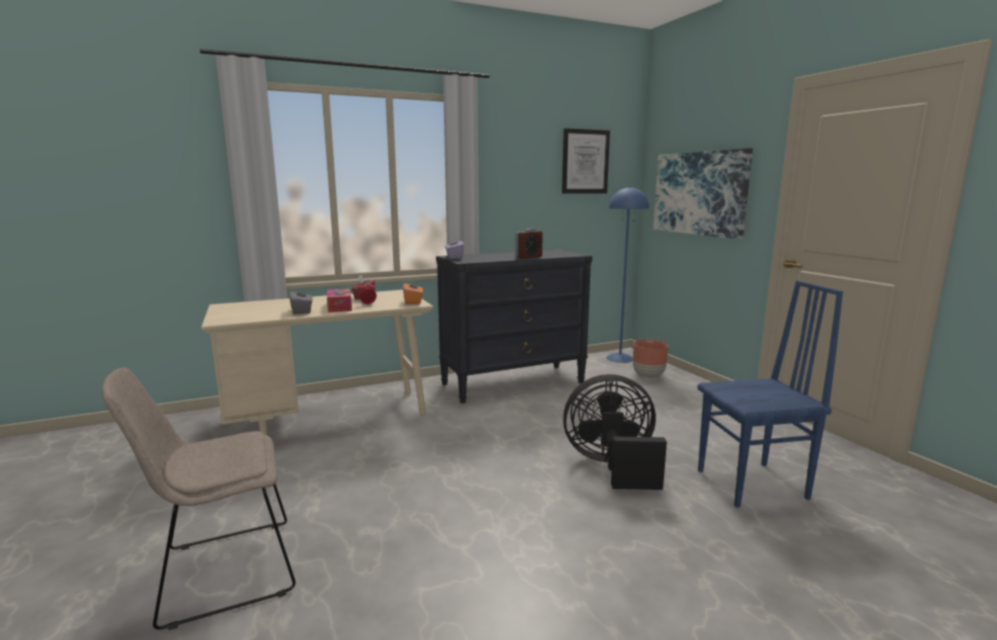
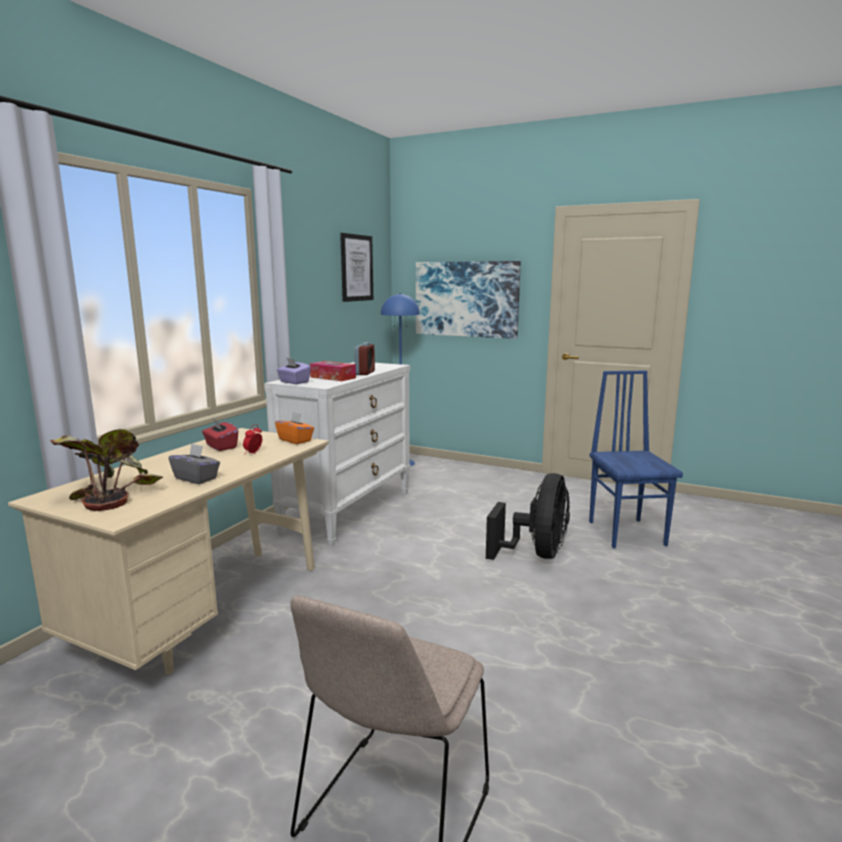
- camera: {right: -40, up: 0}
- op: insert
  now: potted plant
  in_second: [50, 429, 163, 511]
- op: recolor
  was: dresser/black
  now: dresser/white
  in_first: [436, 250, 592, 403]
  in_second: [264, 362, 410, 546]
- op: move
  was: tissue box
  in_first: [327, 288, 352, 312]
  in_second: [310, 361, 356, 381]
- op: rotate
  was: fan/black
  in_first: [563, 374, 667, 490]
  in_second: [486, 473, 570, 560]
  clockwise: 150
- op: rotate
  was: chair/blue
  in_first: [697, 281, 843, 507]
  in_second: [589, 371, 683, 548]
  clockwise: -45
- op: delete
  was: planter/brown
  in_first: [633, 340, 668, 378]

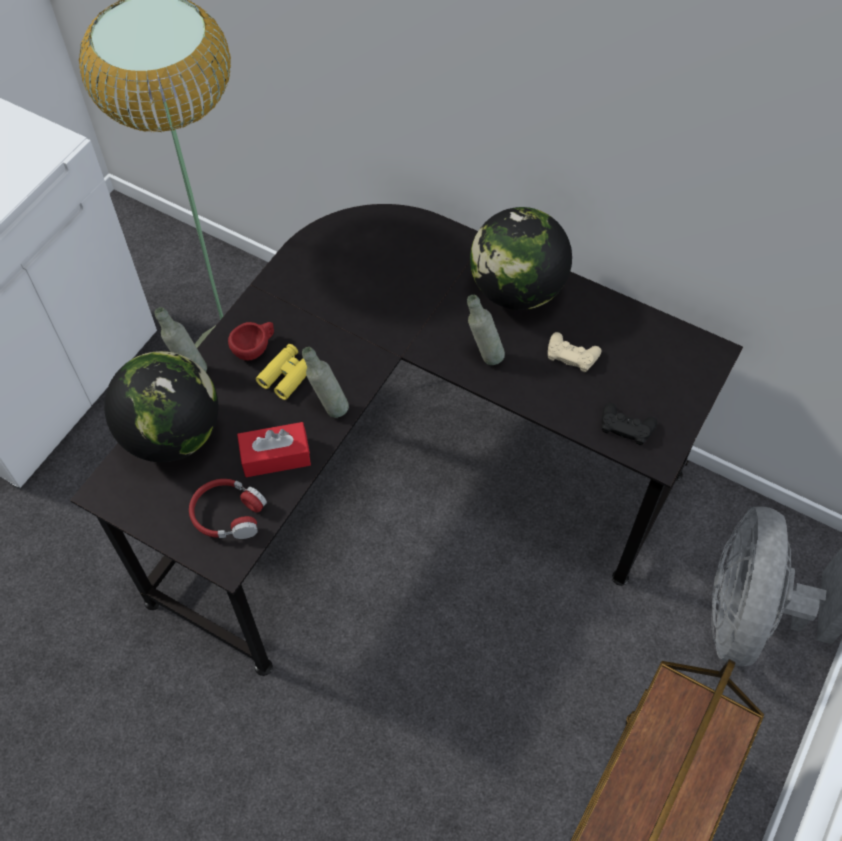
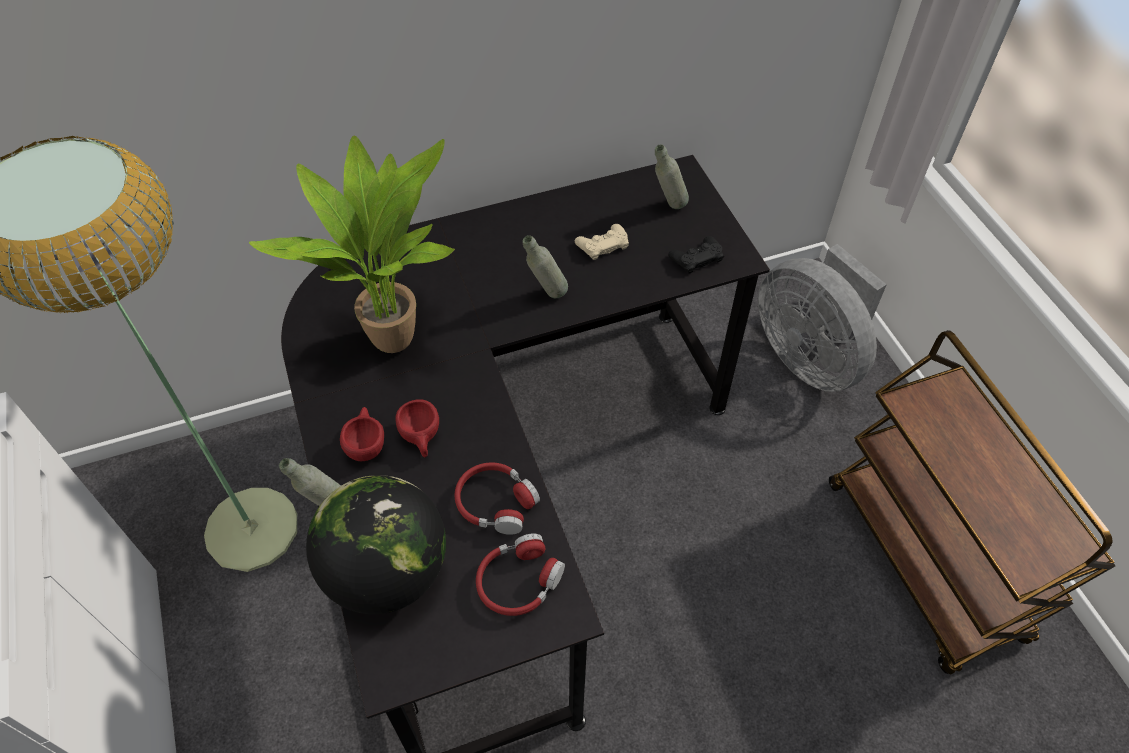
- camera: {right: -50, up: -5}
- op: insert
  now: potted plant
  in_second: [249, 136, 455, 353]
- op: replace
  was: binoculars/yellow
  now: cup/red
  in_first: [256, 344, 307, 400]
  in_second: [395, 399, 439, 457]
- op: replace
  was: tissue box/red
  now: headphones/red
  in_first: [237, 422, 311, 477]
  in_second: [455, 463, 540, 535]
- op: move
  was: bottle/grey
  in_first: [302, 347, 349, 418]
  in_second: [655, 144, 689, 209]
- op: delete
  was: globe
  in_first: [470, 207, 572, 310]

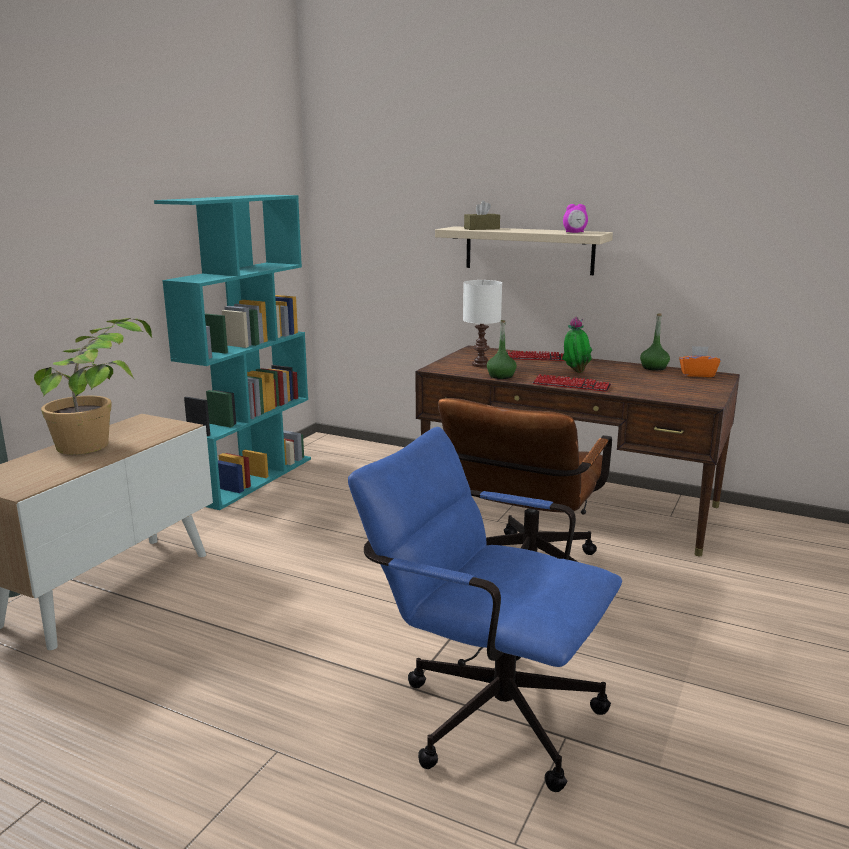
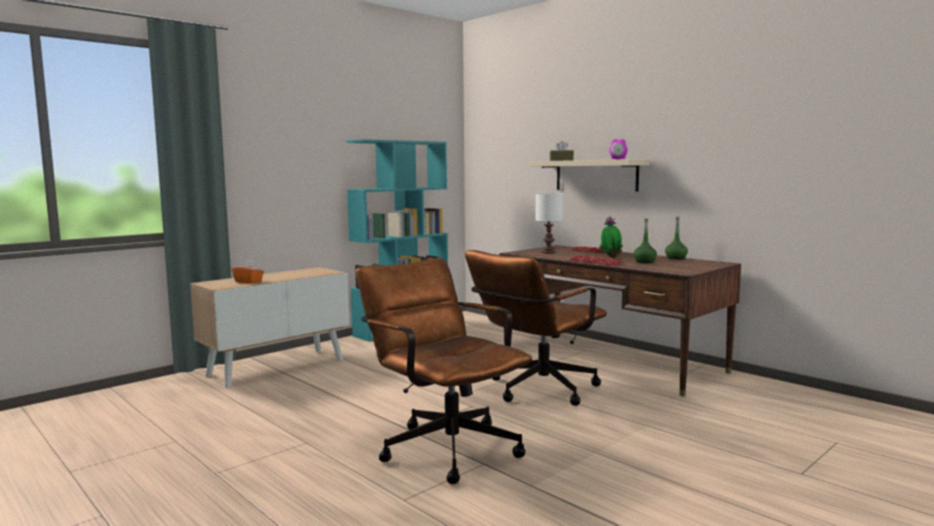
- camera: {right: 20, up: -10}
- op: move
  was: tissue box/orange
  in_first: [679, 346, 720, 377]
  in_second: [232, 260, 264, 284]
- op: recolor
  was: office chair/blue
  now: office chair/brown
  in_first: [348, 427, 622, 792]
  in_second: [355, 258, 532, 484]
- op: move
  was: bottle/green
  in_first: [487, 320, 517, 379]
  in_second: [633, 218, 657, 263]
- op: delete
  was: potted plant
  in_first: [34, 318, 152, 455]

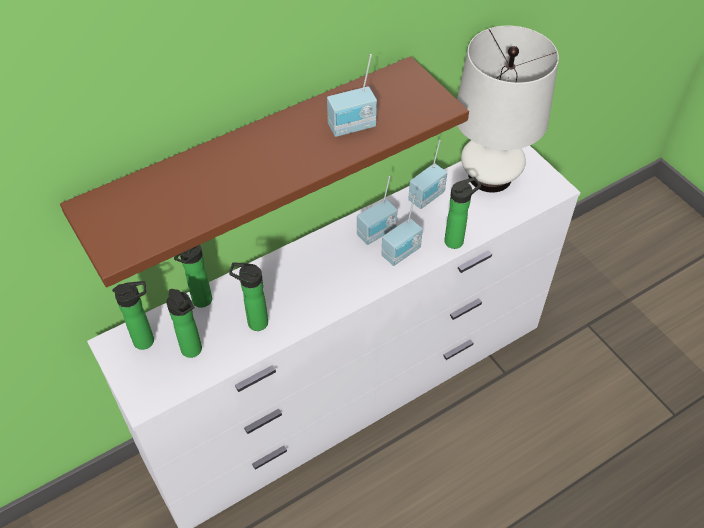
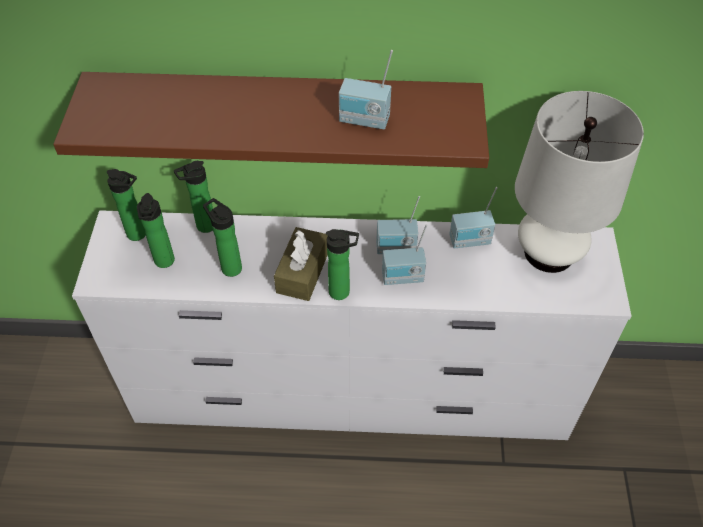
- camera: {right: 35, up: 0}
- op: insert
  now: tissue box/brown
  in_second: [274, 227, 328, 301]
- op: move
  was: bottle
  in_first: [444, 177, 481, 249]
  in_second: [326, 229, 359, 300]

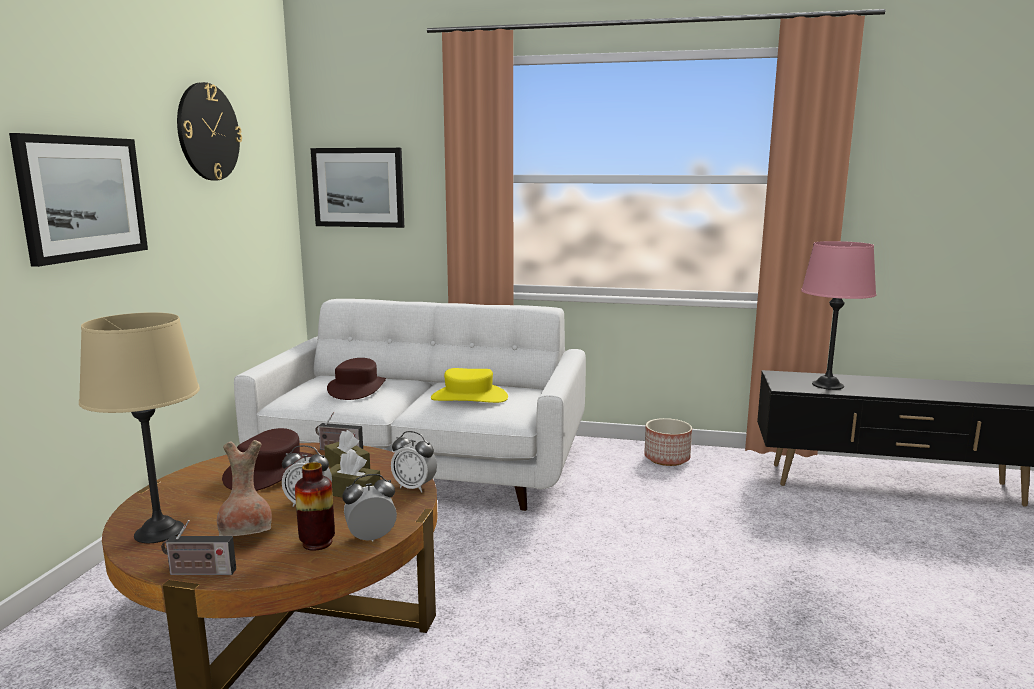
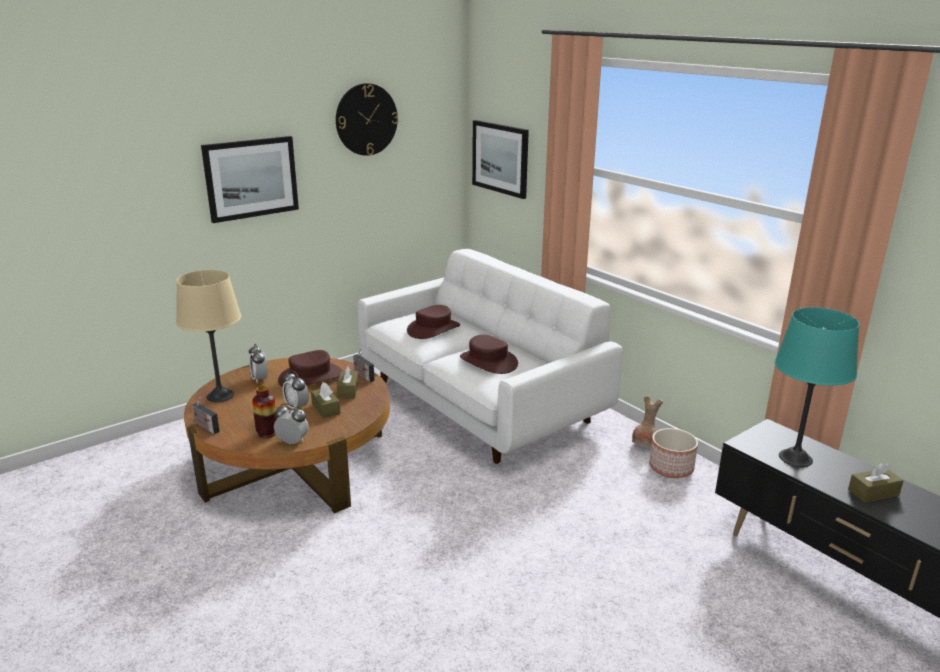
- camera: {right: 40, up: 10}
- op: move
  was: alarm clock
  in_first: [391, 431, 437, 493]
  in_second: [249, 344, 268, 383]
- op: recolor
  was: hat/yellow
  now: hat/brown
  in_first: [431, 368, 508, 403]
  in_second: [460, 334, 518, 374]
- op: move
  was: vase/brown
  in_first: [217, 440, 272, 536]
  in_second: [632, 396, 663, 447]
- op: recolor
  was: table lamp/pink
  now: table lamp/turquoise
  in_first: [801, 241, 876, 390]
  in_second: [775, 307, 859, 467]
- op: insert
  now: tissue box/brown
  in_second: [848, 463, 904, 503]

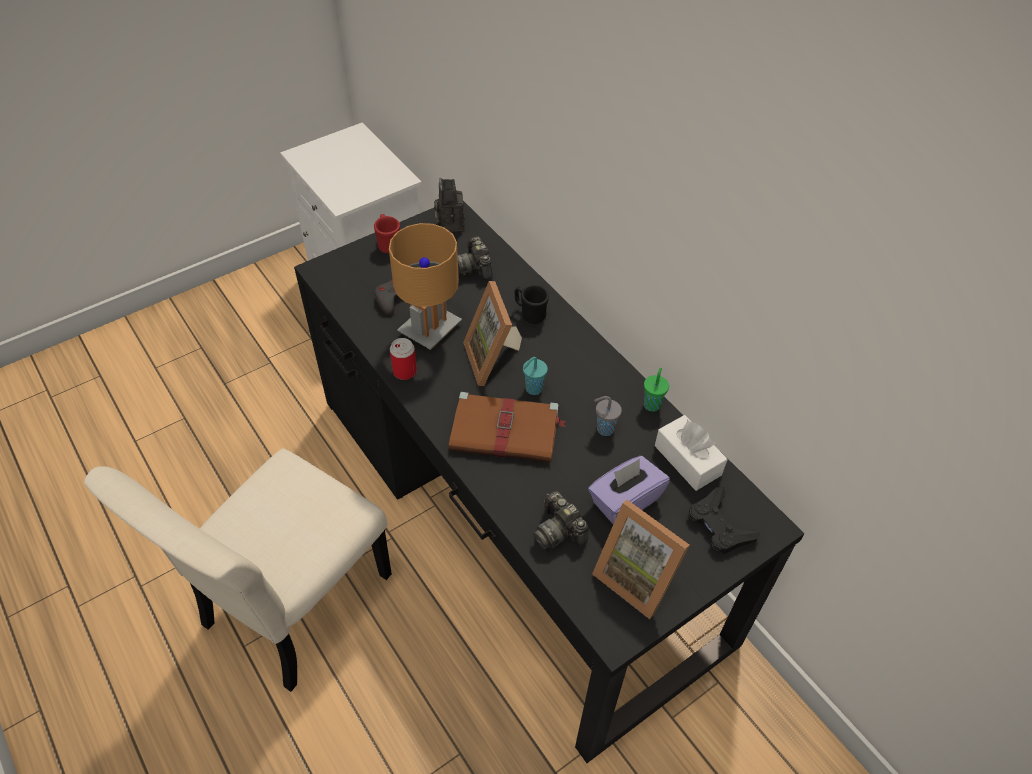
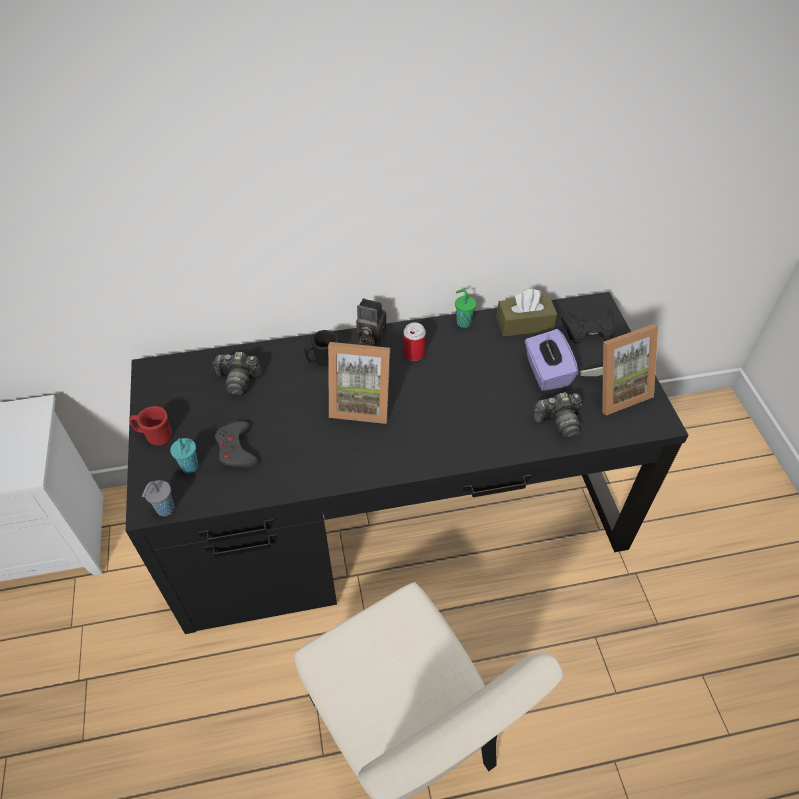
- camera: {right: -65, up: 0}
- op: move
  was: cup/grey
  in_first: [594, 396, 622, 436]
  in_second: [142, 480, 174, 516]
- op: move
  was: cup/turquoise
  in_first: [523, 357, 548, 395]
  in_second: [170, 438, 199, 474]
- op: move
  was: photo camera
  in_first: [434, 178, 465, 232]
  in_second: [356, 298, 387, 347]
- op: move
  was: can
  in_first: [390, 338, 417, 380]
  in_second: [403, 322, 426, 361]
- op: recolor
  was: tissue box/white
  now: tissue box/brown
  in_first: [655, 415, 727, 491]
  in_second: [496, 289, 557, 337]
- op: delete
  was: table lamp/brown
  in_first: [389, 223, 462, 350]
- op: delete
  was: book/brown
  in_first: [448, 392, 566, 463]

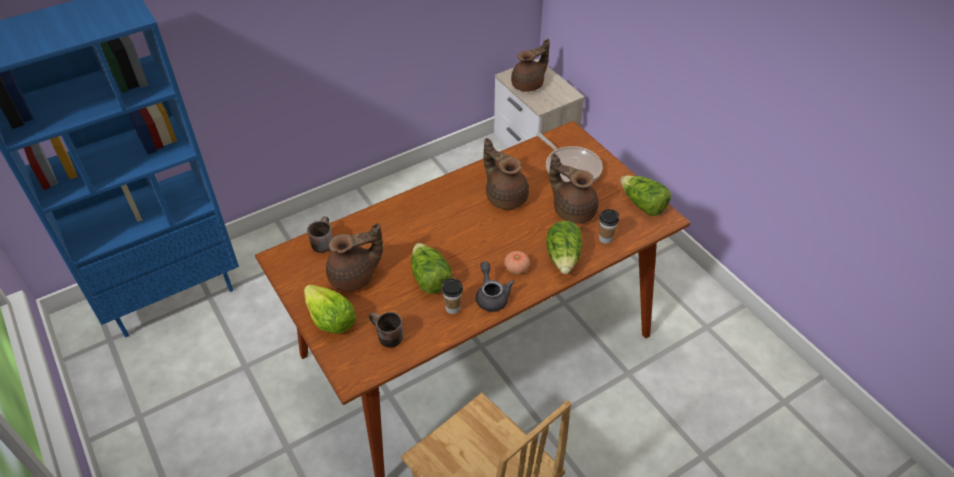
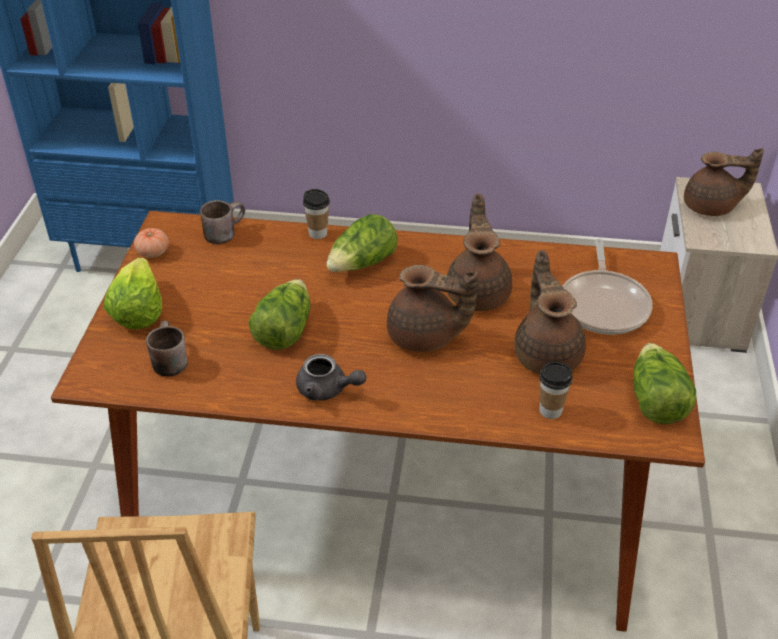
- camera: {right: 40, up: -5}
- op: move
  was: tomato
  in_first: [504, 251, 530, 274]
  in_second: [134, 228, 169, 258]
- op: rotate
  was: teapot/grey
  in_first: [476, 262, 514, 312]
  in_second: [296, 354, 366, 400]
  clockwise: 90
- op: move
  was: cup
  in_first: [442, 278, 463, 314]
  in_second: [303, 189, 330, 239]
- op: move
  was: lettuce
  in_first: [546, 221, 582, 274]
  in_second: [326, 214, 398, 272]
- op: move
  was: teapot/brown
  in_first: [326, 223, 383, 291]
  in_second: [387, 265, 478, 352]

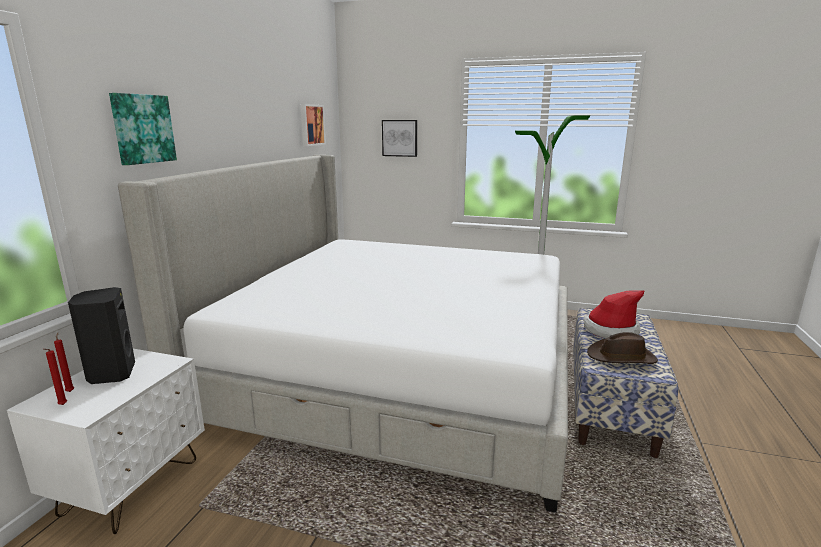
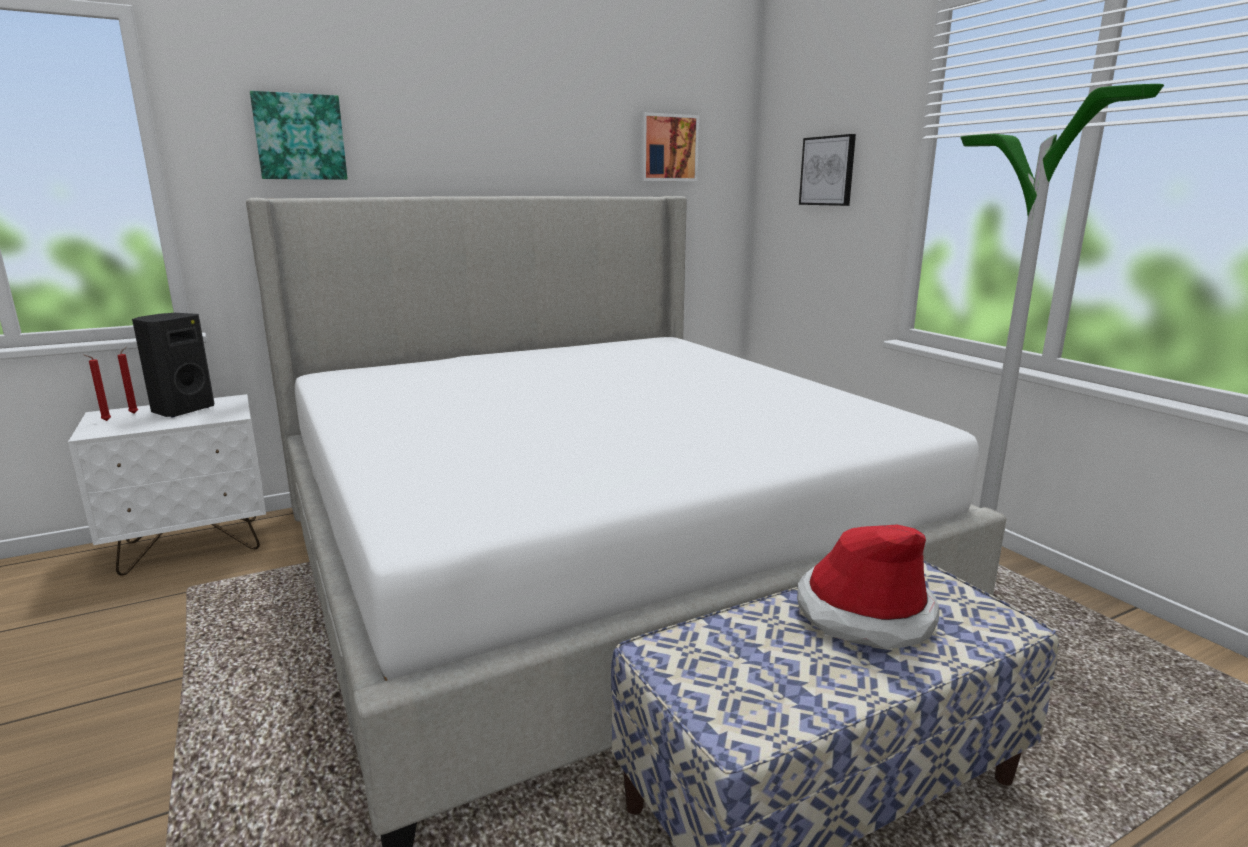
- camera: {right: 45, up: 0}
- op: delete
  was: hat/brown
  in_first: [587, 332, 658, 364]

